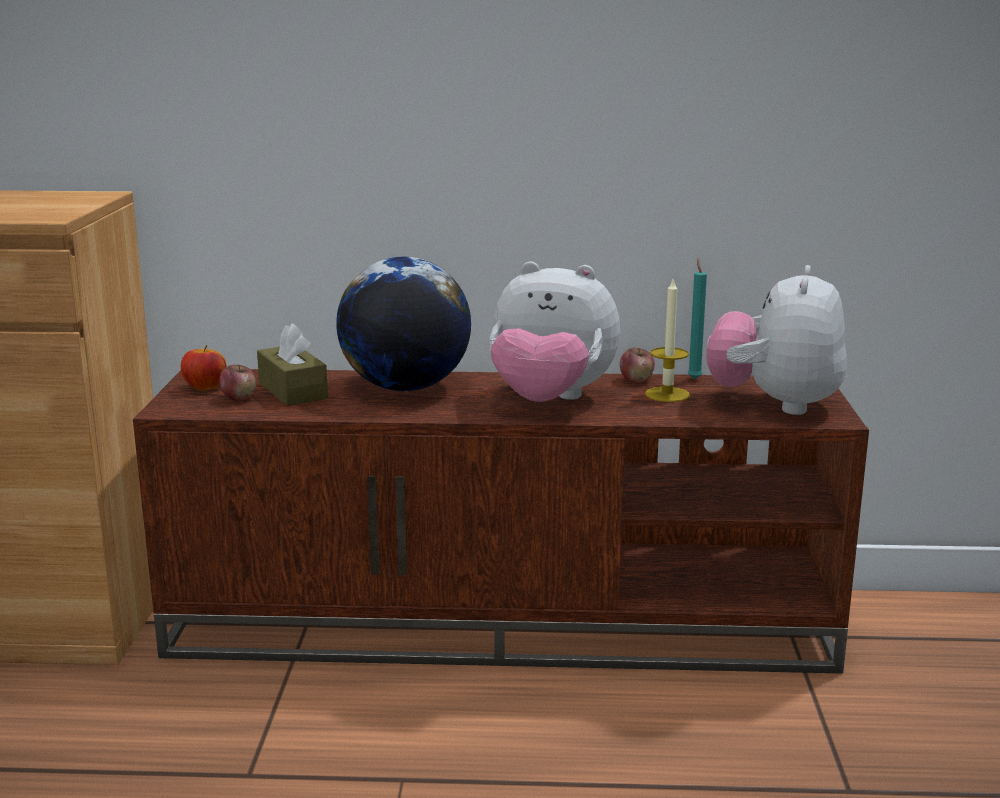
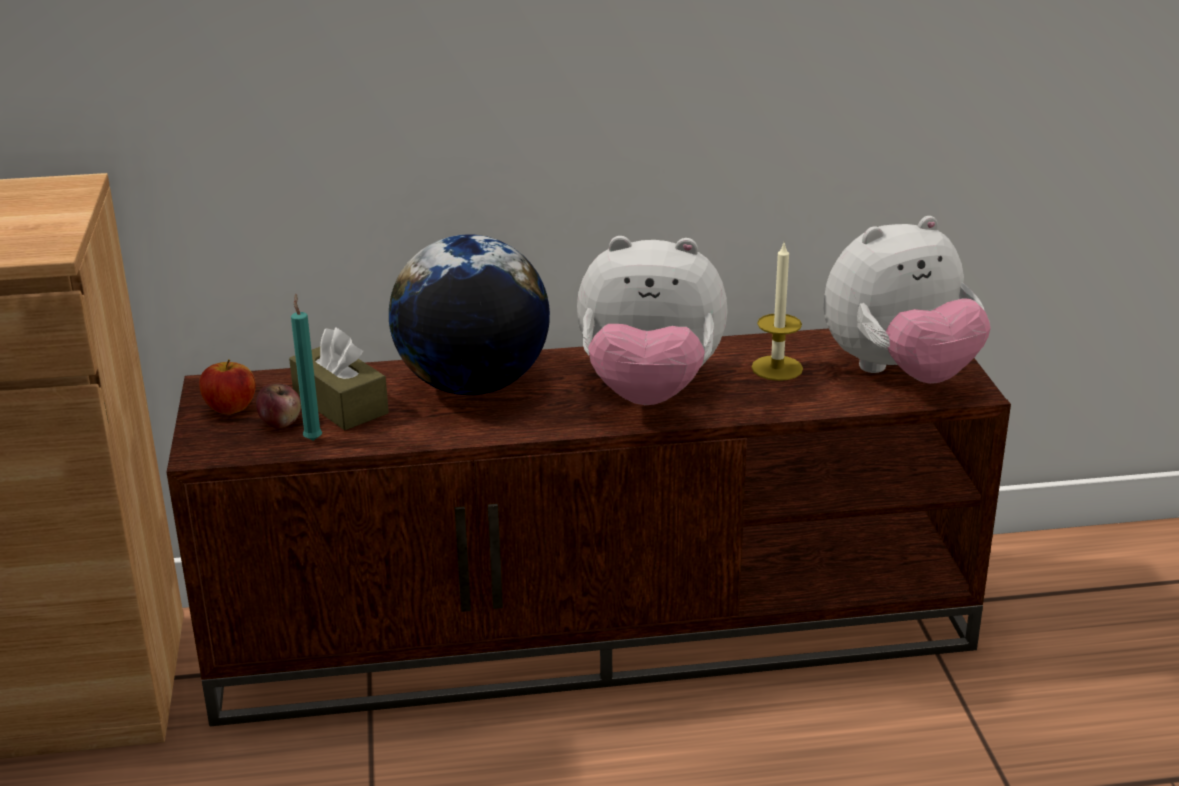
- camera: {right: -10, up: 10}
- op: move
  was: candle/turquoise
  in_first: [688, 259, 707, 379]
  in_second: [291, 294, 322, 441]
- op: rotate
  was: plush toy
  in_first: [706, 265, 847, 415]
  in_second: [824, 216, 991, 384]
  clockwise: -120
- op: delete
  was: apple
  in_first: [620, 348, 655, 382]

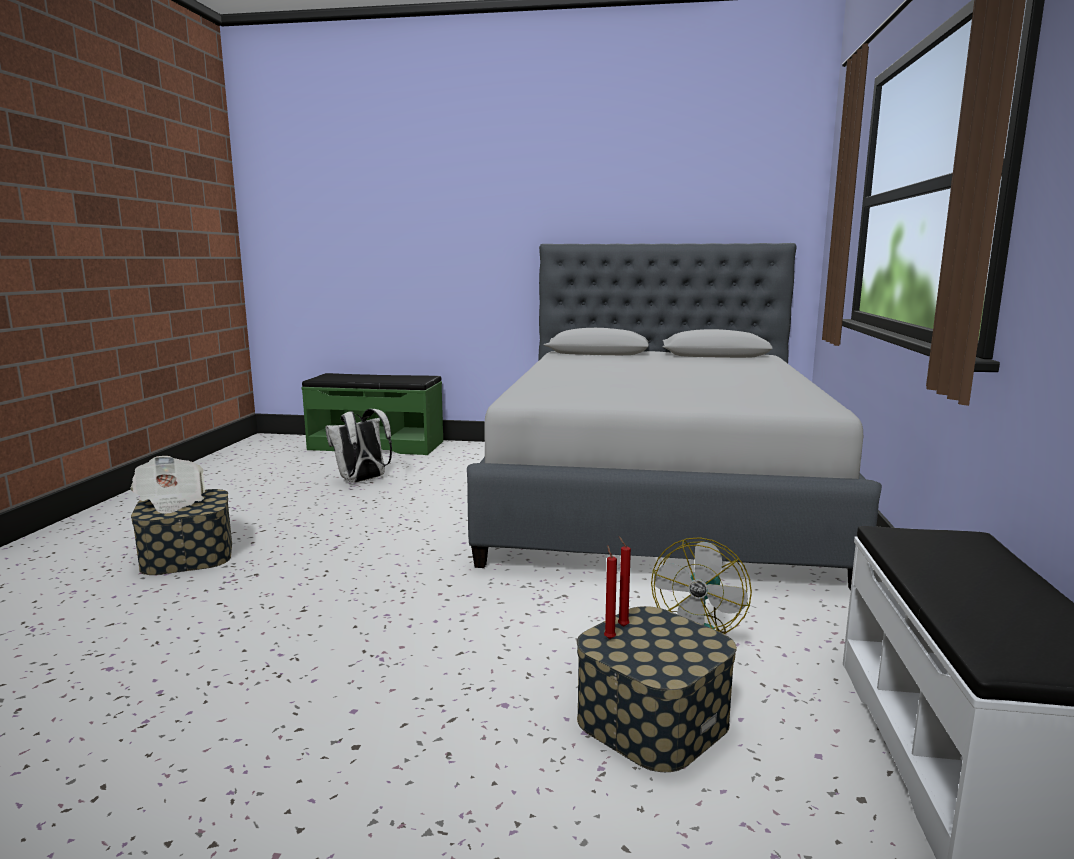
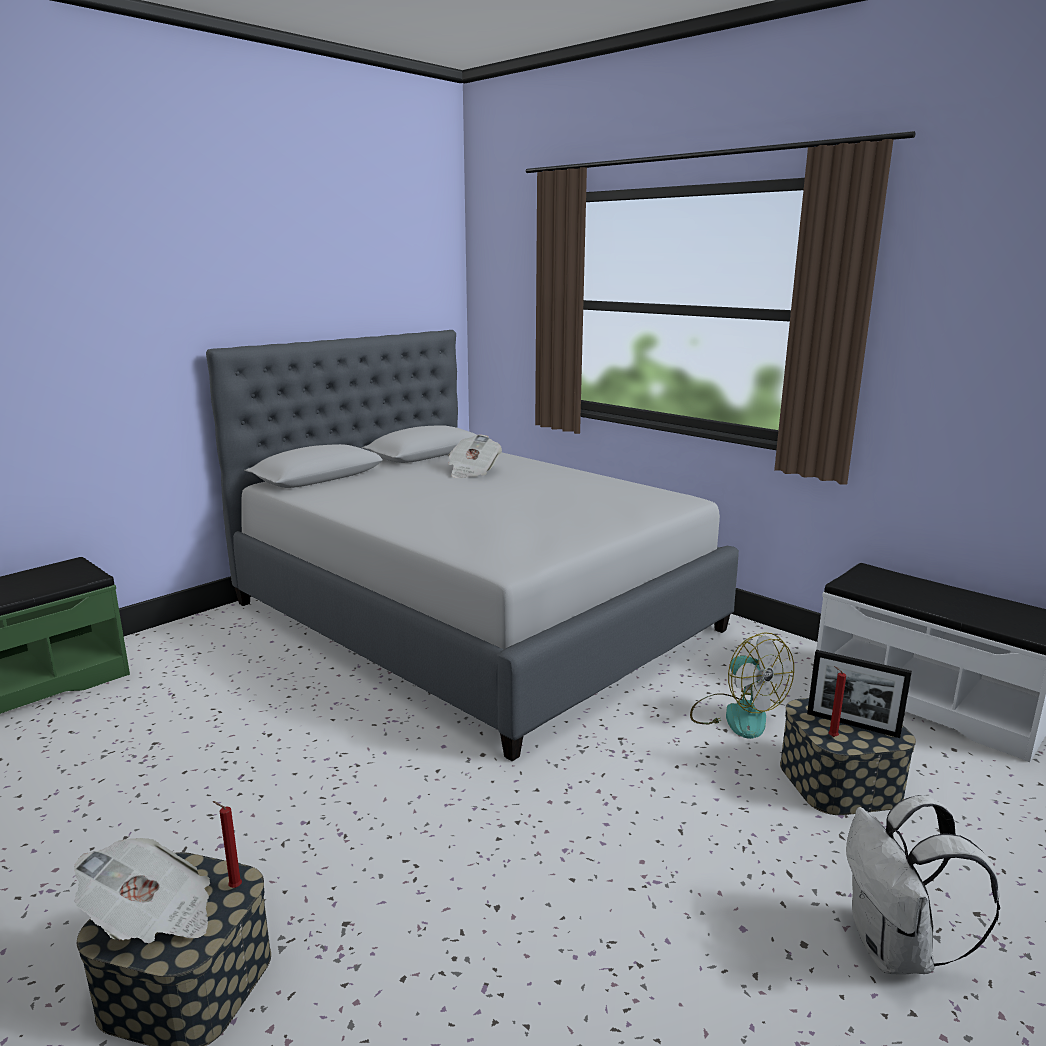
- camera: {right: -55, up: 5}
- op: move
  was: candle/red
  in_first: [618, 536, 631, 627]
  in_second: [212, 801, 242, 888]
- op: insert
  now: newspaper
  in_second: [448, 435, 502, 478]
- op: insert
  now: picture frame
  in_second: [807, 650, 912, 738]
- op: move
  was: backpack/white
  in_first: [325, 409, 392, 483]
  in_second: [846, 795, 1000, 974]

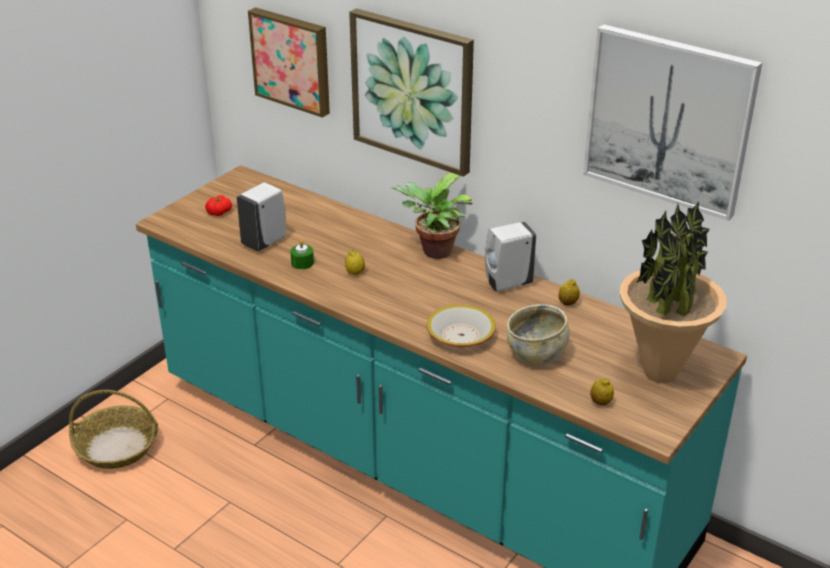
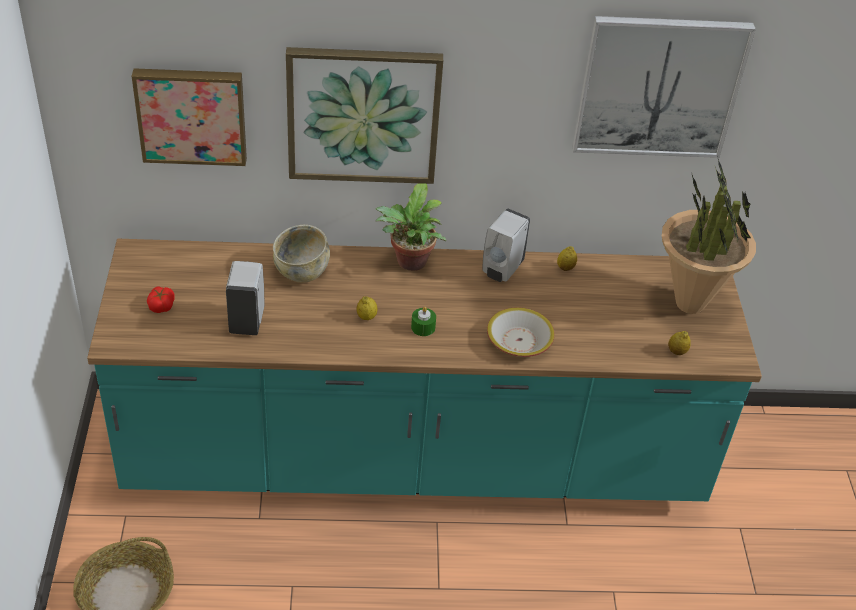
- camera: {right: -40, up: 10}
- op: move
  was: bowl/beige
  in_first: [507, 304, 570, 366]
  in_second: [273, 225, 330, 283]
- op: move
  was: candle/green
  in_first: [290, 240, 314, 269]
  in_second: [411, 307, 436, 336]

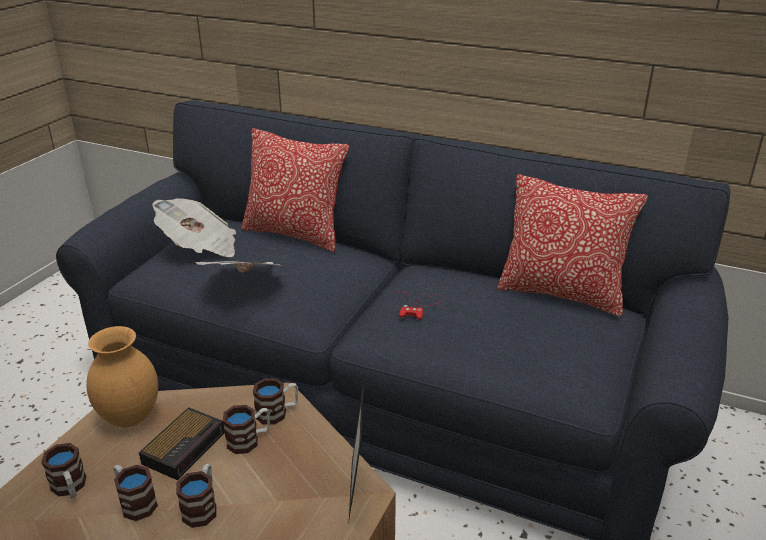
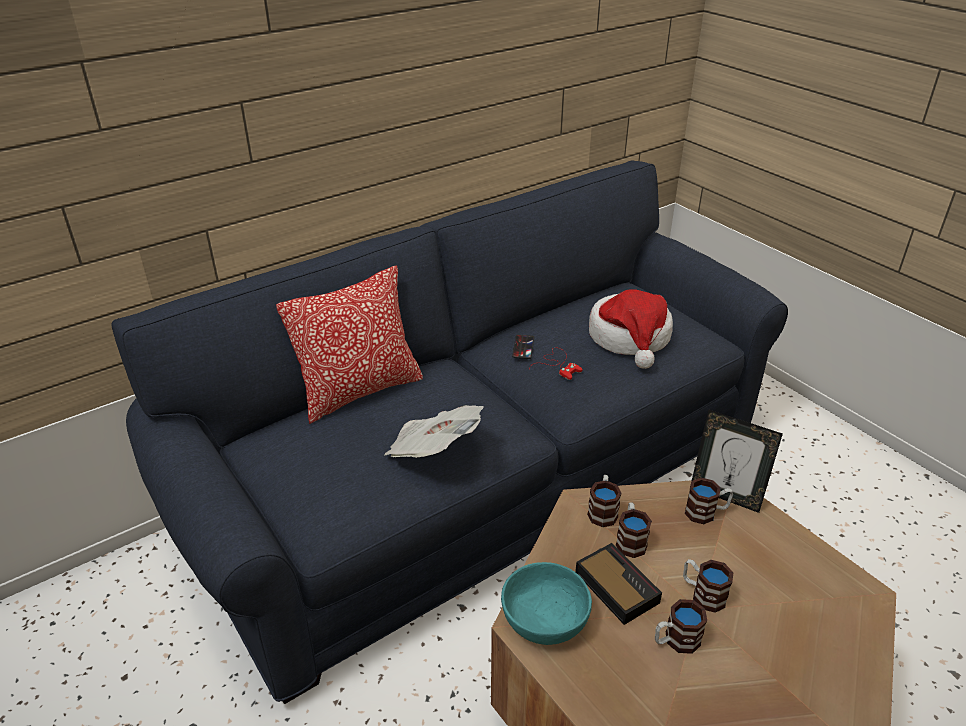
- camera: {right: -60, up: 5}
- op: replace
  was: vase/brown
  now: bowl/turquoise
  in_first: [86, 326, 158, 427]
  in_second: [501, 562, 592, 645]
- op: insert
  now: phone
  in_second: [512, 335, 534, 359]
- op: insert
  now: hat
  in_second: [589, 290, 673, 369]
- op: move
  was: mug
  in_first: [41, 443, 86, 498]
  in_second: [685, 478, 733, 524]
- op: delete
  was: newspaper
  in_first: [152, 198, 236, 257]
- op: delete
  was: pillow
  in_first: [497, 174, 648, 317]

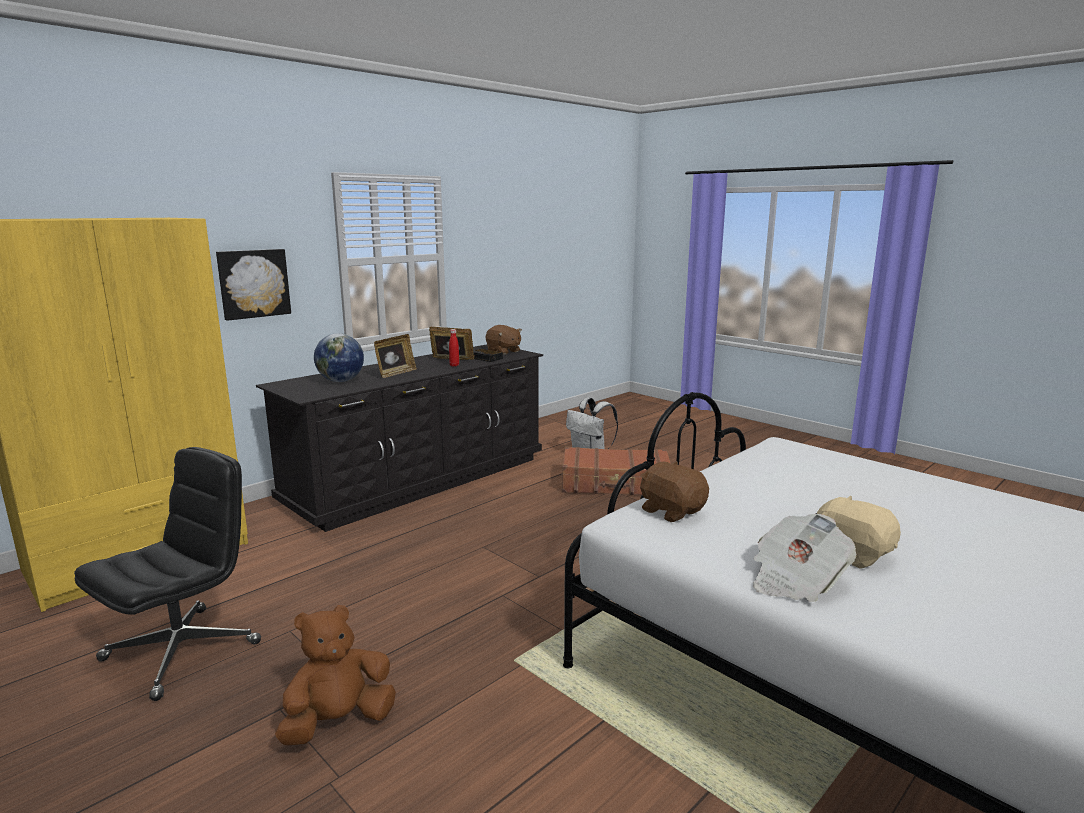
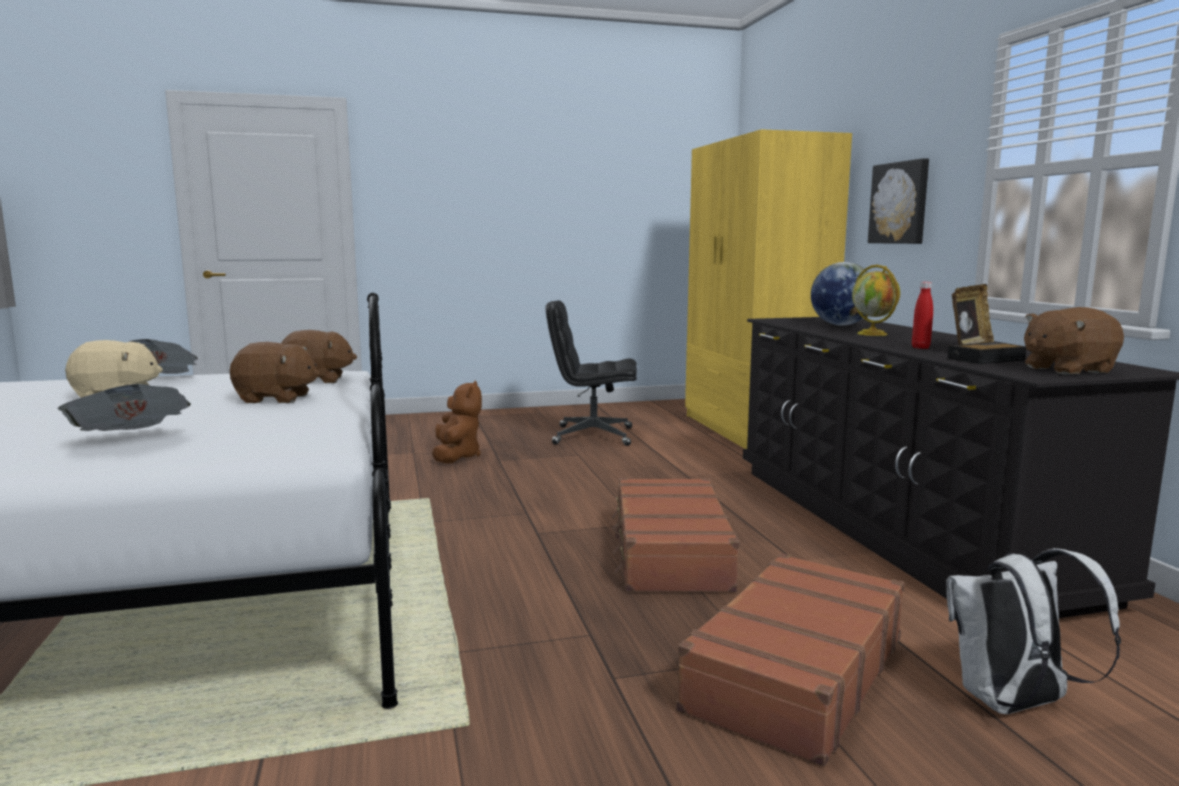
- camera: {right: 120, up: -5}
- op: insert
  now: newspaper
  in_second: [57, 384, 191, 431]
- op: insert
  now: plush toy/brown
  in_second: [230, 342, 320, 403]
- op: rotate
  was: office chair/black
  in_first: [74, 447, 261, 701]
  in_second: [546, 300, 637, 446]
  clockwise: 120
- op: insert
  now: suitcase/brown
  in_second: [612, 478, 740, 592]
- op: replace
  was: picture frame
  now: globe
  in_first: [374, 334, 417, 378]
  in_second: [852, 265, 900, 336]

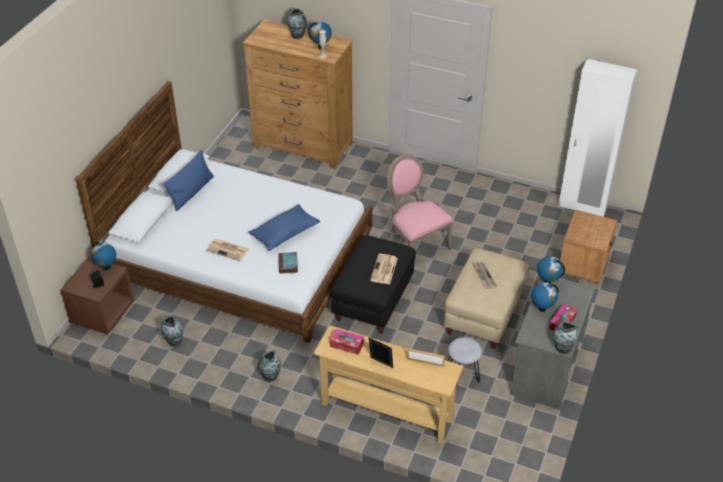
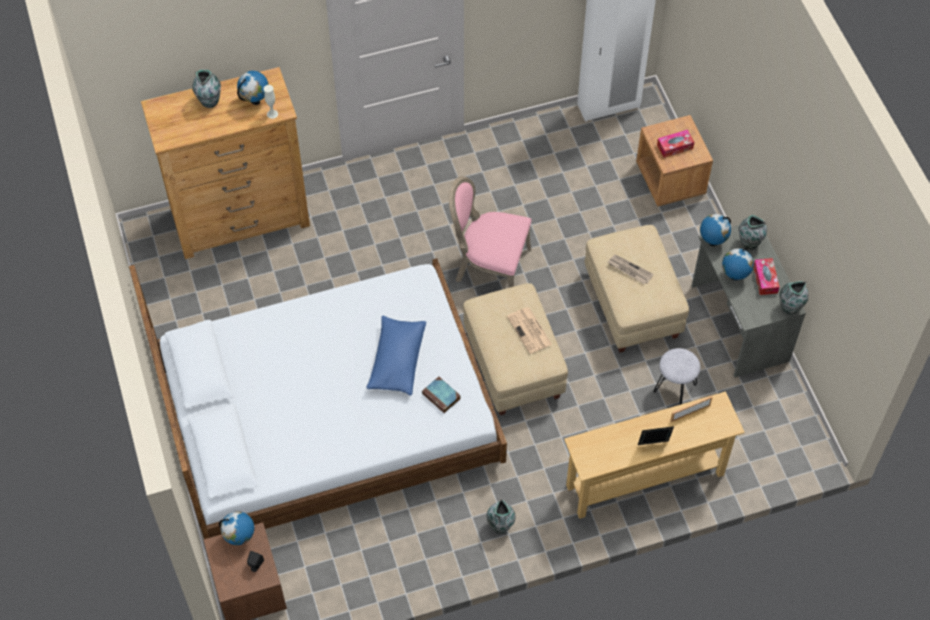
- camera: {right: -40, up: 15}
- op: recolor
  was: ottoman/black
  now: ottoman/beige
  in_first: [331, 235, 416, 334]
  in_second: [463, 283, 568, 415]
- op: move
  was: tissue box
  in_first: [330, 329, 364, 355]
  in_second: [657, 130, 694, 158]
- op: move
  was: vase
  in_first: [161, 316, 184, 346]
  in_second: [738, 215, 767, 250]
- op: delete
  was: pillow/blue
  in_first: [164, 150, 214, 211]
- op: delete
  was: newspaper
  in_first: [206, 239, 249, 261]

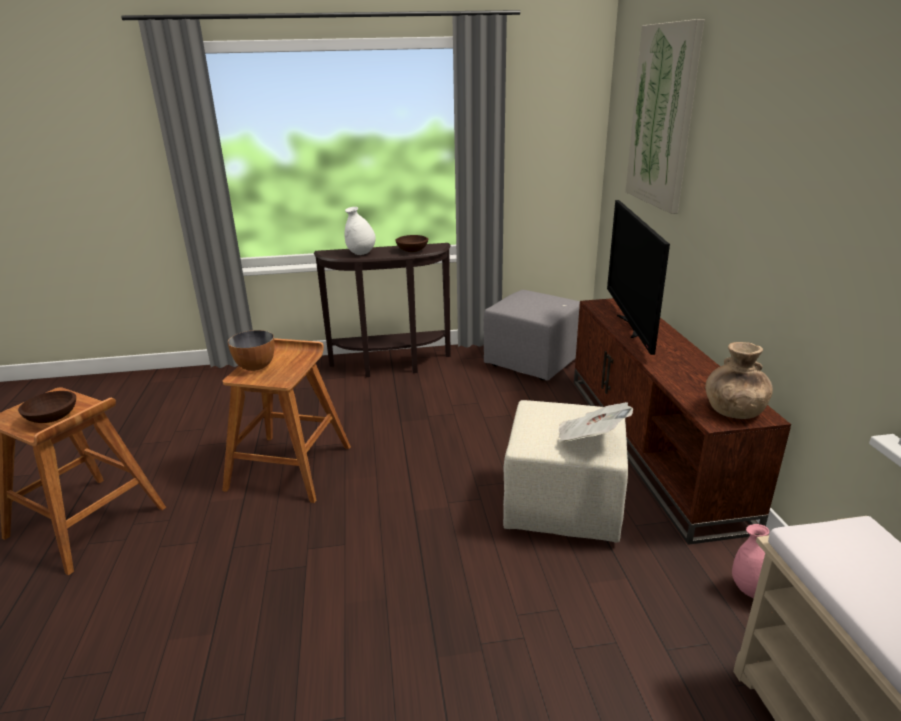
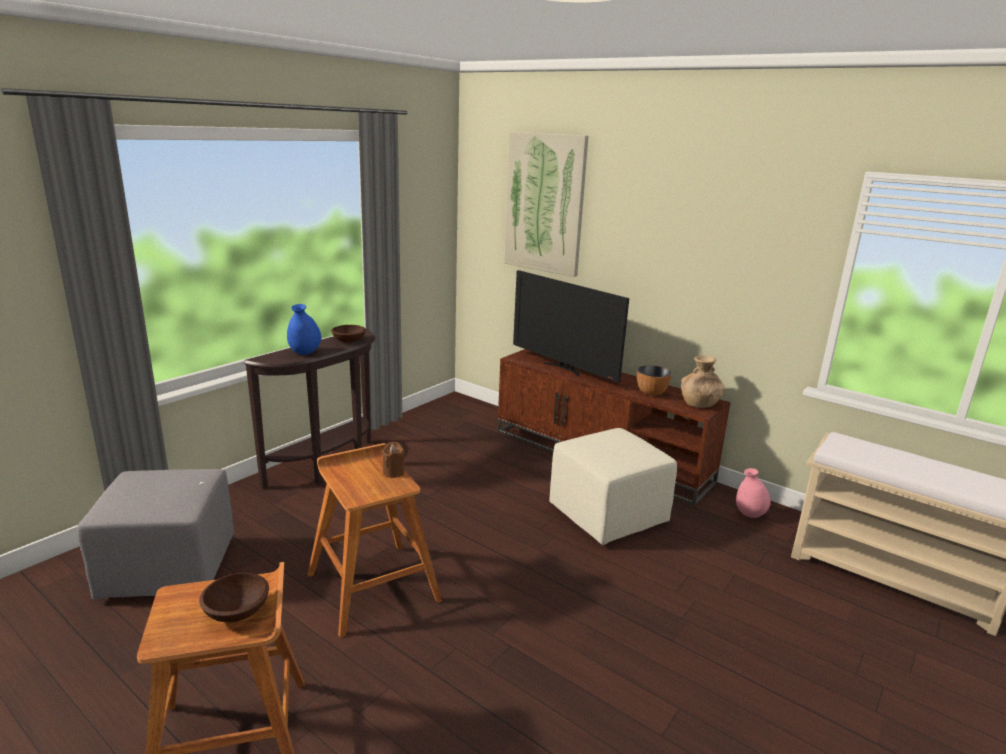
- camera: {right: -45, up: -5}
- op: move
  was: ottoman/grey
  in_first: [484, 290, 580, 380]
  in_second: [77, 469, 234, 600]
- op: recolor
  was: vase/white
  now: vase/blue
  in_first: [345, 207, 376, 255]
  in_second: [287, 304, 321, 355]
- op: insert
  now: candle/brown
  in_second: [382, 442, 405, 478]
- op: move
  was: bowl
  in_first: [228, 330, 275, 371]
  in_second: [637, 365, 672, 396]
- op: delete
  was: newspaper
  in_first: [558, 402, 633, 442]

